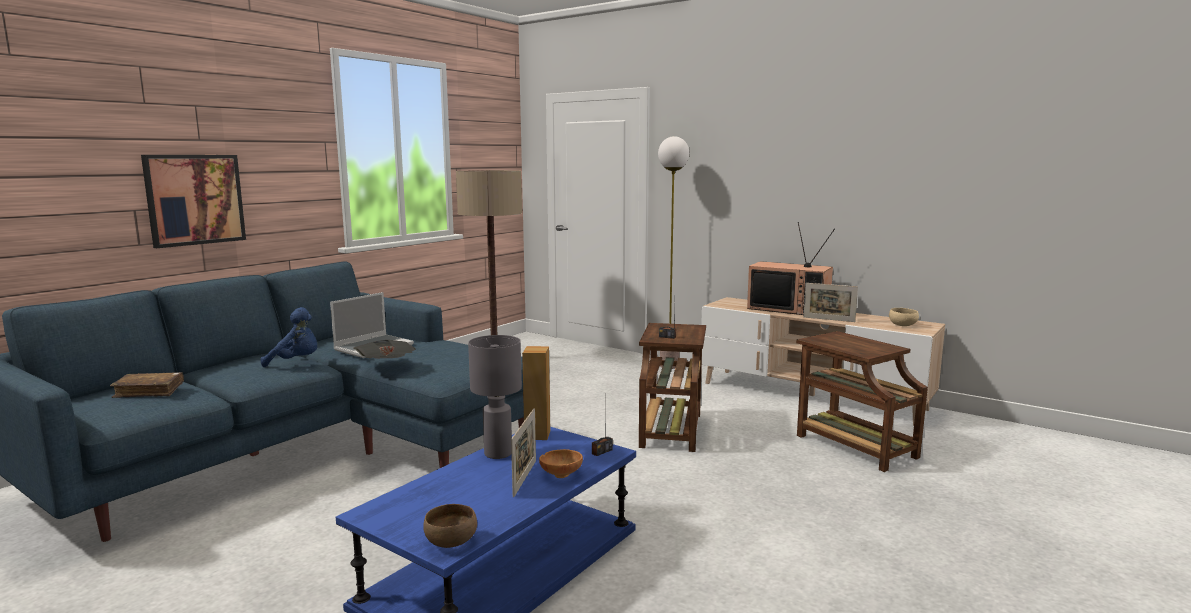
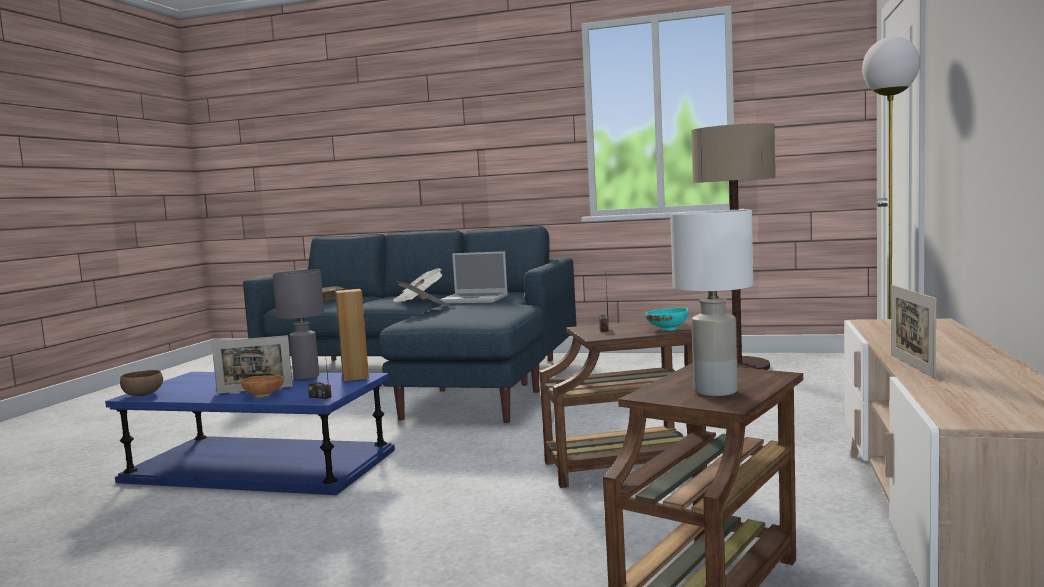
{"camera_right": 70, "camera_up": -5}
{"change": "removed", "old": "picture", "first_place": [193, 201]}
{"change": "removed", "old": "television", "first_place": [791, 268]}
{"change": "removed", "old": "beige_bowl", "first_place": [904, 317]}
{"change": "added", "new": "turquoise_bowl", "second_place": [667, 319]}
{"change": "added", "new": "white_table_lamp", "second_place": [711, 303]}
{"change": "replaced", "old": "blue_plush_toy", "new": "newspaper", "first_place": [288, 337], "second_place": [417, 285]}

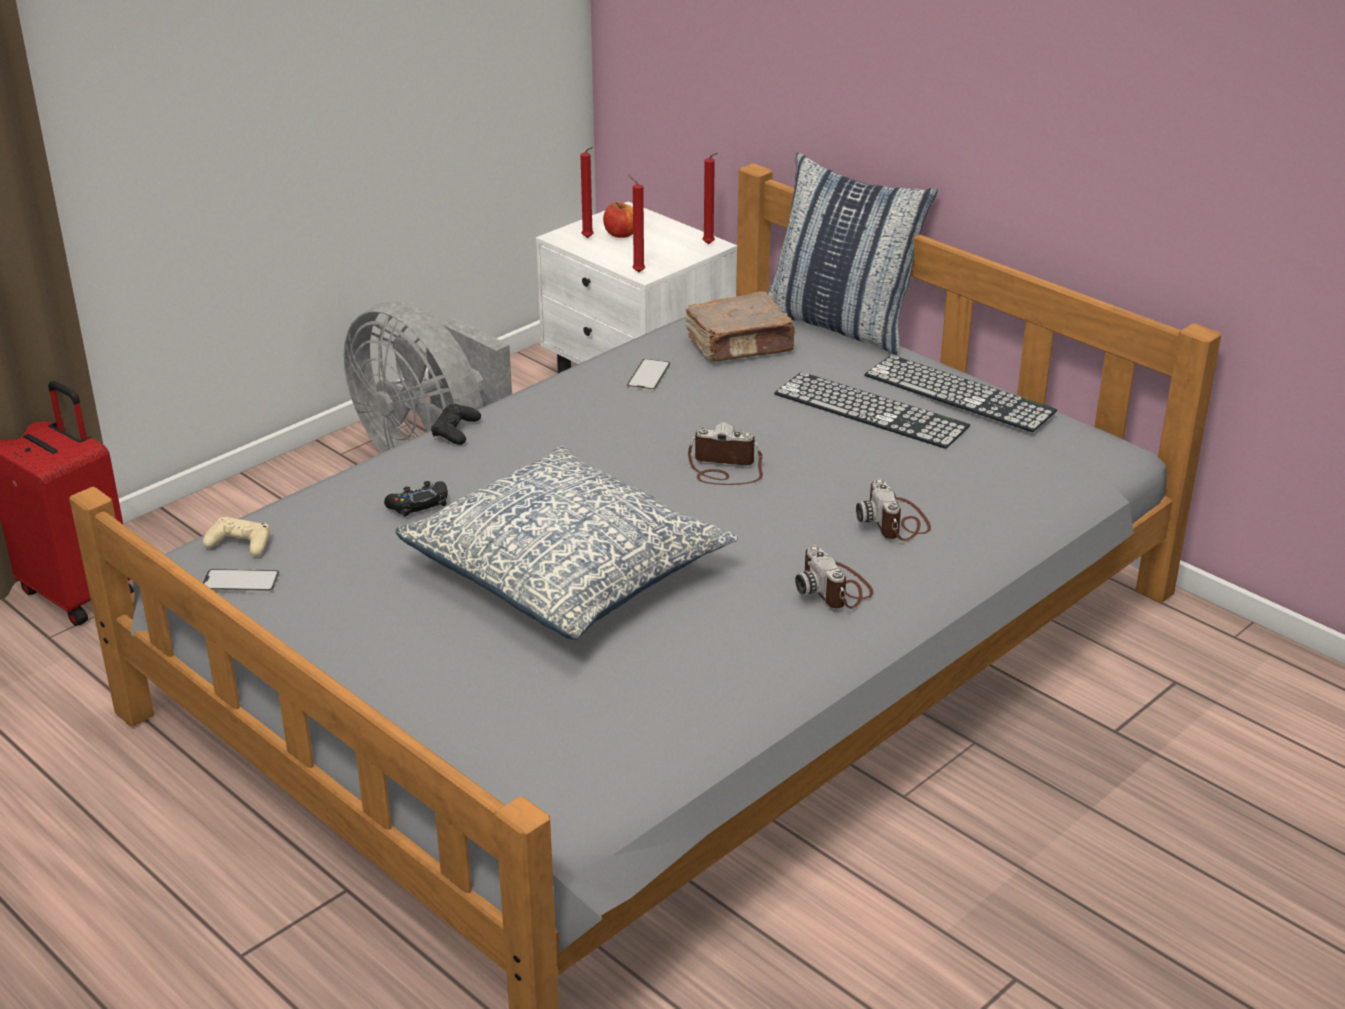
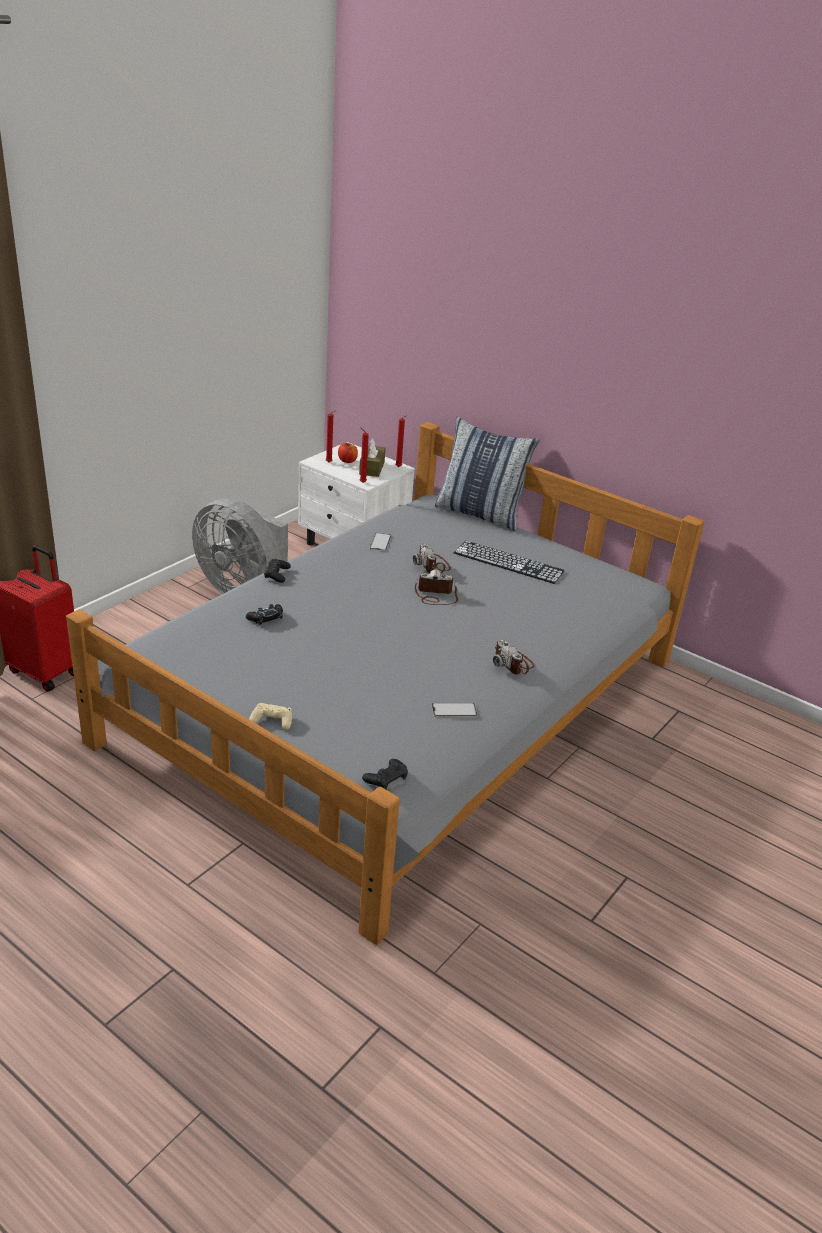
{"camera_right": -10, "camera_up": 0}
{"change": "removed", "old": "pillow", "first_place": [567, 543]}
{"change": "removed", "old": "brown_book", "first_place": [740, 326]}
{"change": "removed", "old": "keyboard", "first_place": [960, 393]}
{"change": "added", "new": "brown_tissue_box", "second_place": [372, 457]}
{"change": "added", "new": "black_game_controller", "second_place": [385, 774]}
{"change": "moved", "old": "beige_game_controller", "first_place": [236, 536], "second_place": [270, 716]}
{"change": "moved", "old": "phone", "first_place": [241, 580], "second_place": [454, 710]}
{"change": "moved", "old": "photo_camera", "first_place": [893, 510], "second_place": [432, 558]}

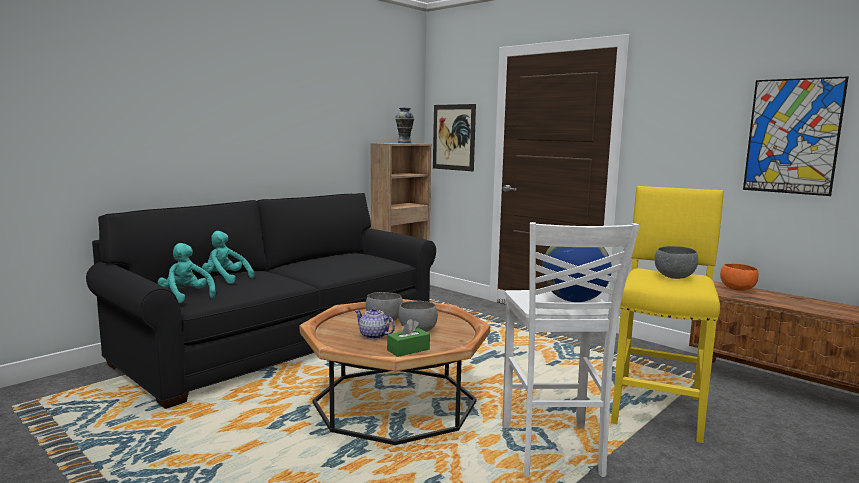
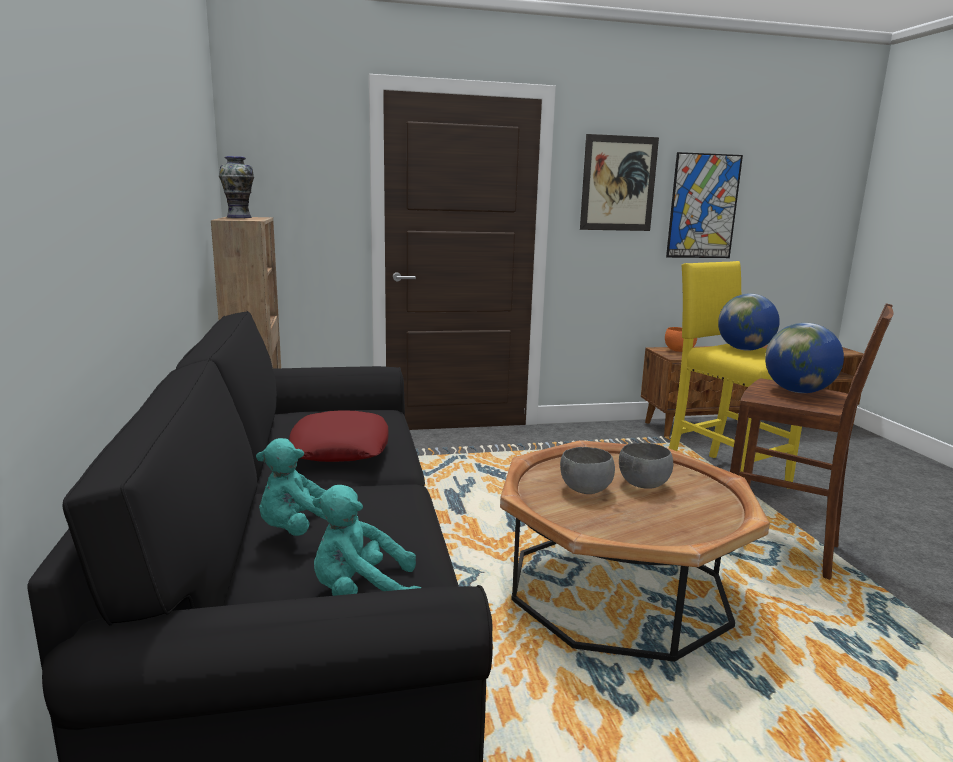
{"camera_right": -55, "camera_up": 5}
{"change": "removed", "old": "teapot", "first_place": [375, 323]}
{"change": "removed", "old": "green_tissue_box", "first_place": [408, 338]}
{"change": "added", "new": "red_pillow", "second_place": [339, 436]}
{"change": "moved", "old": "picture", "first_place": [454, 137], "second_place": [619, 182]}
{"change": "replaced", "old": "grey_bowl", "new": "globe", "first_place": [676, 262], "second_place": [749, 322]}
{"change": "recoloured", "old": "white_stool", "new": "brown_stool", "first_place": [570, 349], "second_place": [812, 442]}

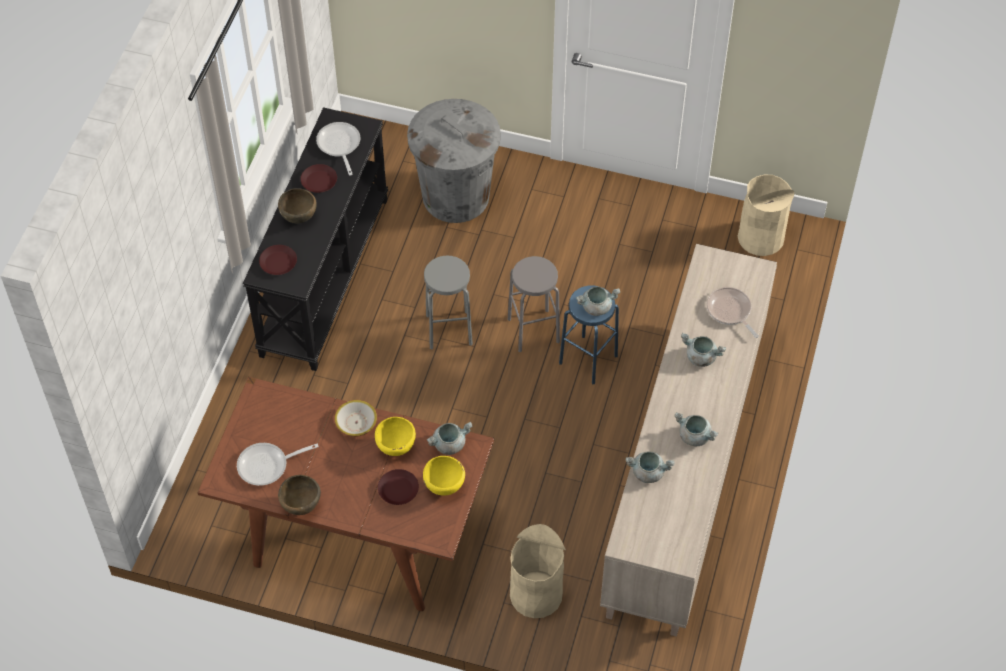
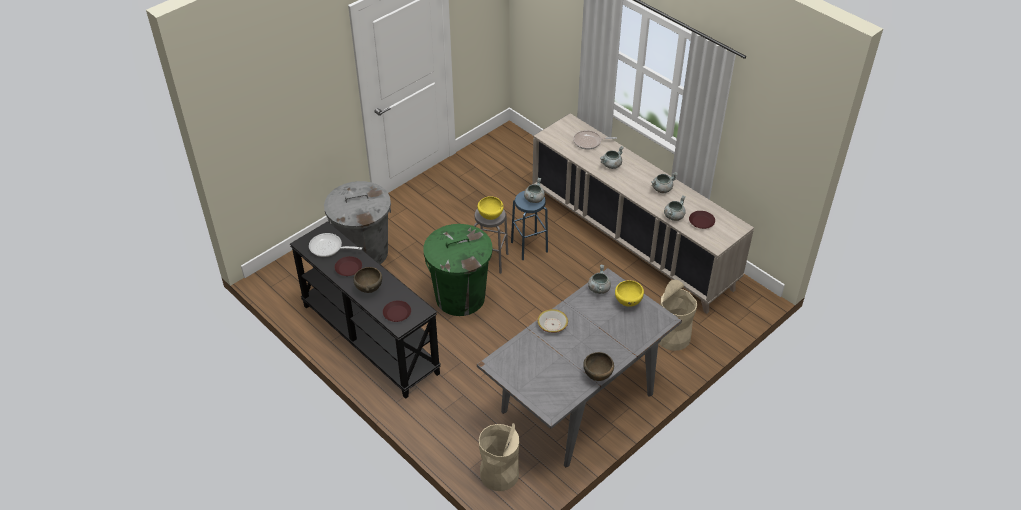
{"camera_right": -60, "camera_up": -10}
{"change": "removed", "old": "frying_pan", "first_place": [278, 464]}
{"change": "moved", "old": "yellow_bowl", "first_place": [395, 436], "second_place": [490, 208]}
{"change": "moved", "old": "brown_plate", "first_place": [398, 487], "second_place": [702, 220]}
{"change": "moved", "old": "beige_trash_can", "first_place": [766, 215], "second_place": [499, 457]}
{"change": "replaced", "old": "grey_stool", "new": "green_trash_can", "first_place": [448, 302], "second_place": [458, 270]}
{"change": "recoloured", "old": "brown_dining_table", "new": "grey_dining_table", "first_place": [345, 494], "second_place": [579, 367]}

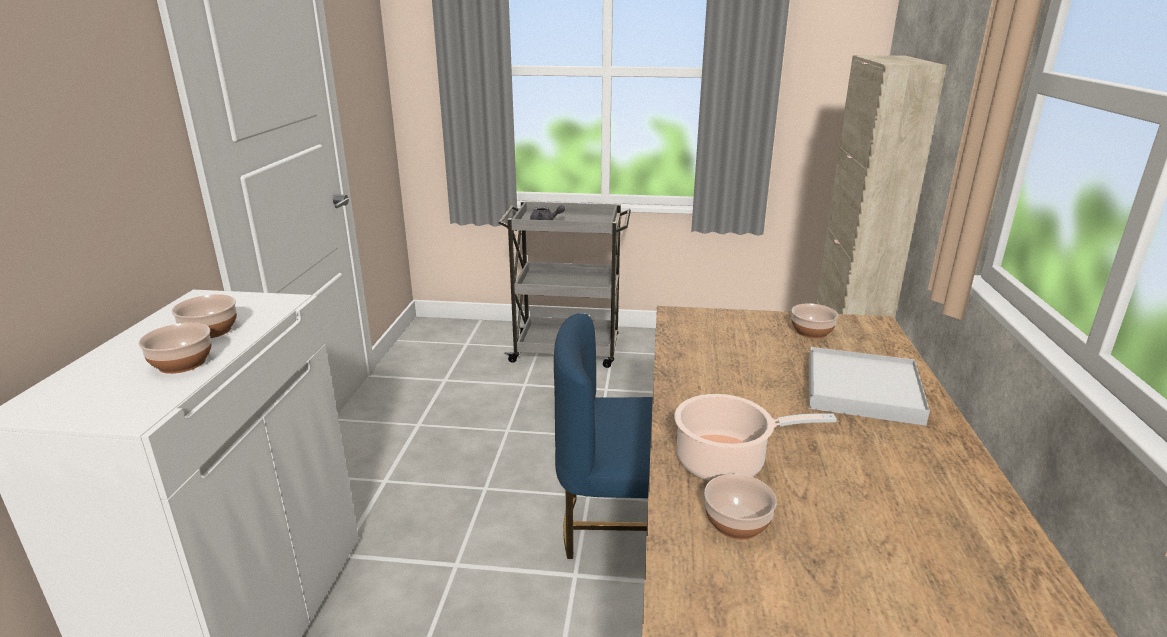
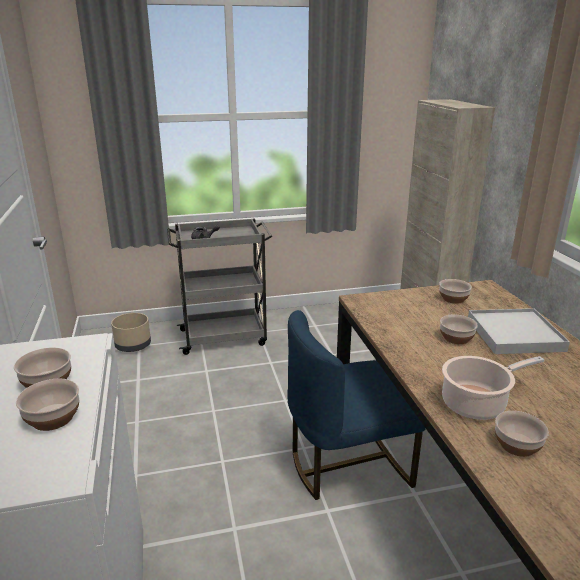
{"camera_right": -20, "camera_up": 0}
{"change": "added", "new": "beige_planter", "second_place": [131, 332]}
{"change": "added", "new": "bowl", "second_place": [459, 329]}

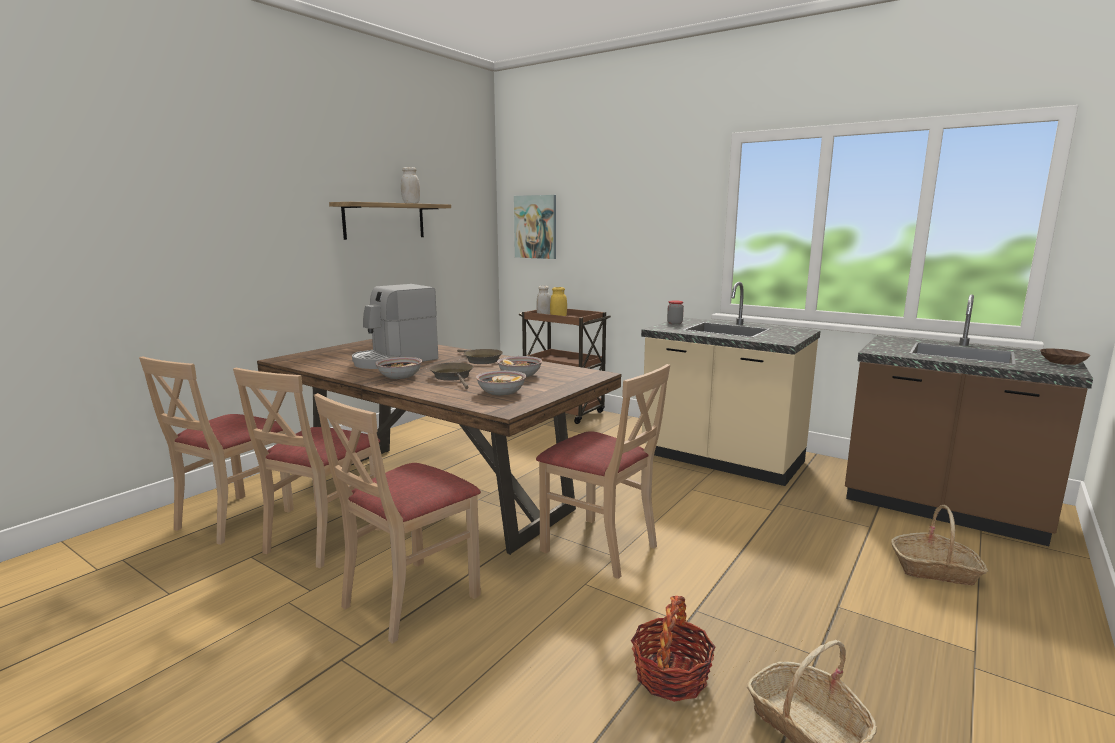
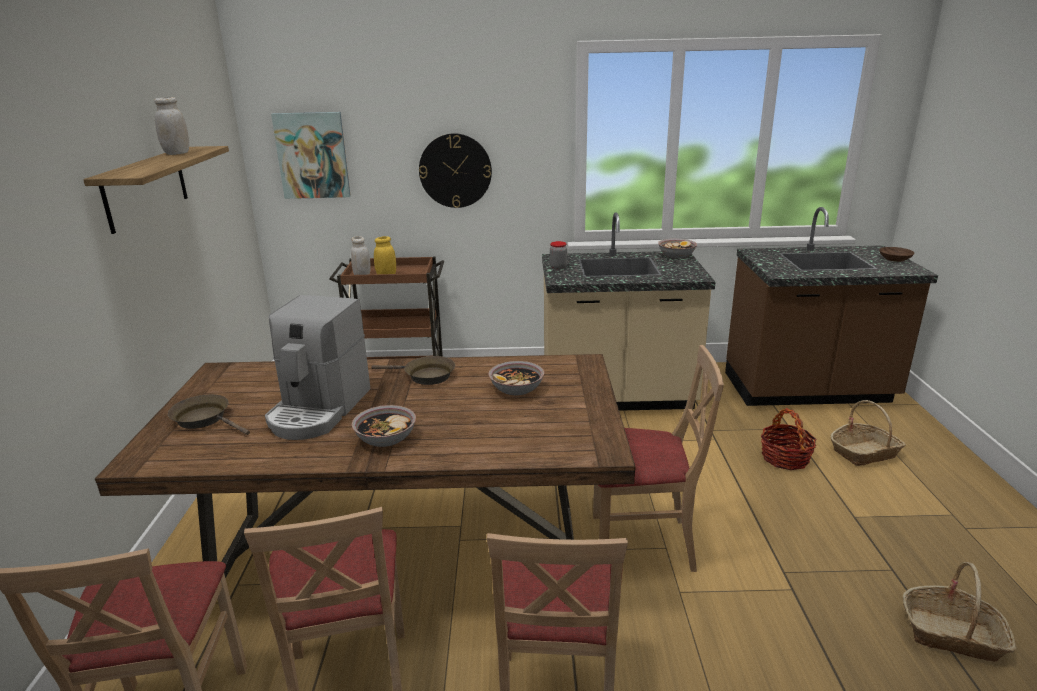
{"camera_right": -35, "camera_up": 10}
{"change": "added", "new": "wall_clock", "second_place": [455, 170]}
{"change": "moved", "old": "brown_frying_pan", "first_place": [451, 376], "second_place": [209, 414]}
{"change": "moved", "old": "bowl", "first_place": [501, 383], "second_place": [677, 248]}
{"change": "moved", "old": "basket", "first_place": [673, 649], "second_place": [788, 439]}

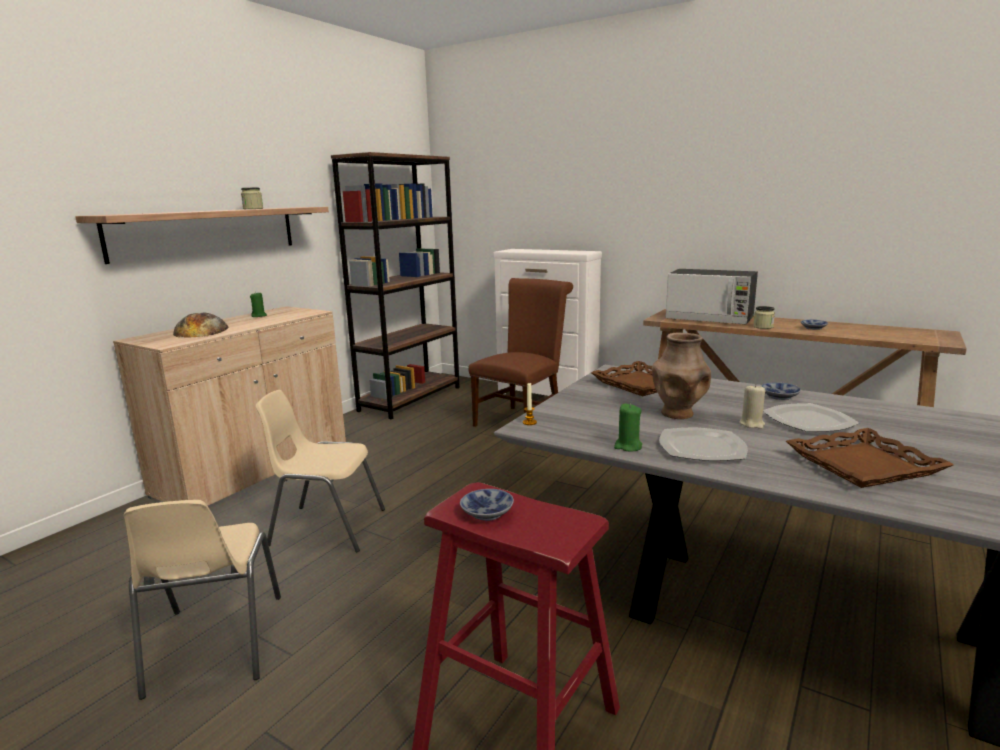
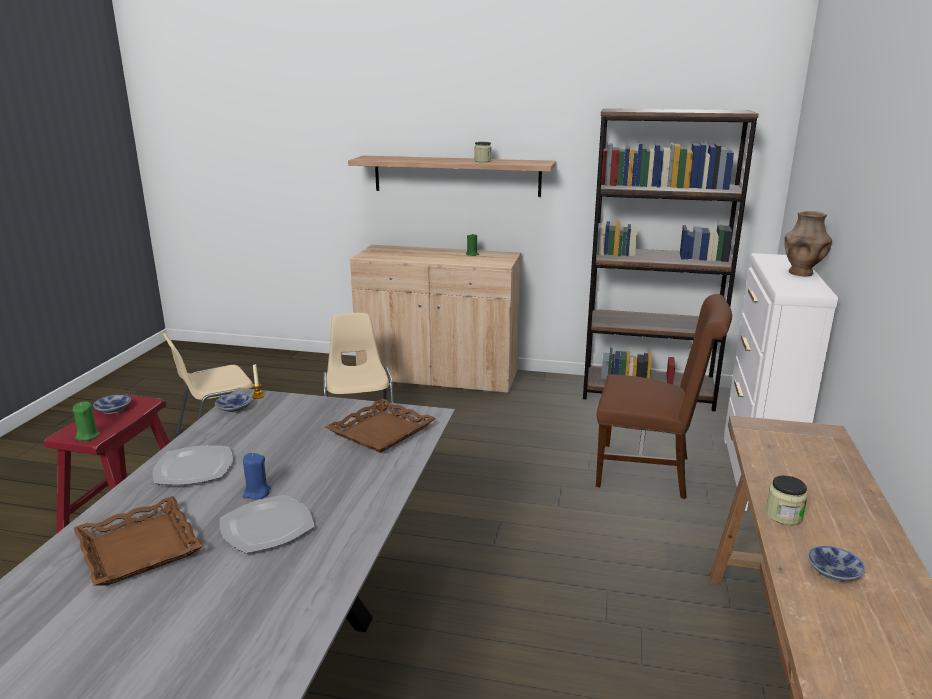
{"camera_right": 70, "camera_up": 5}
{"change": "removed", "old": "bread", "first_place": [201, 325]}
{"change": "removed", "old": "microwave", "first_place": [711, 296]}
{"change": "moved", "old": "green_candle", "first_place": [628, 428], "second_place": [86, 421]}
{"change": "moved", "old": "brown_vase", "first_place": [681, 376], "second_place": [808, 243]}
{"change": "moved", "old": "bowl", "first_place": [781, 391], "second_place": [233, 403]}
{"change": "recoloured", "old": "beige_candle", "new": "blue_candle", "first_place": [752, 406], "second_place": [257, 476]}

